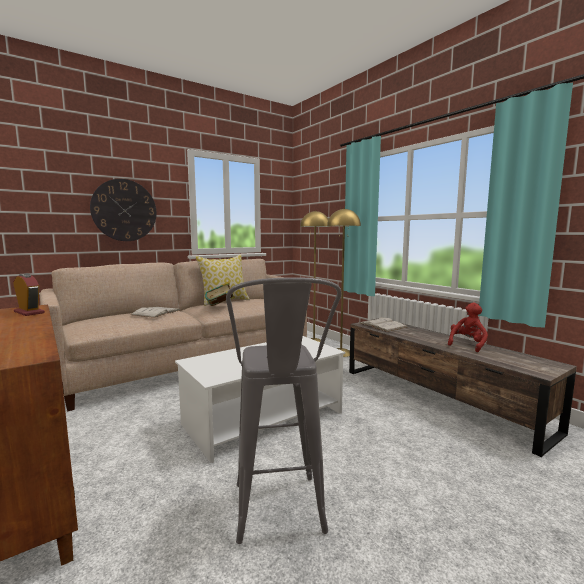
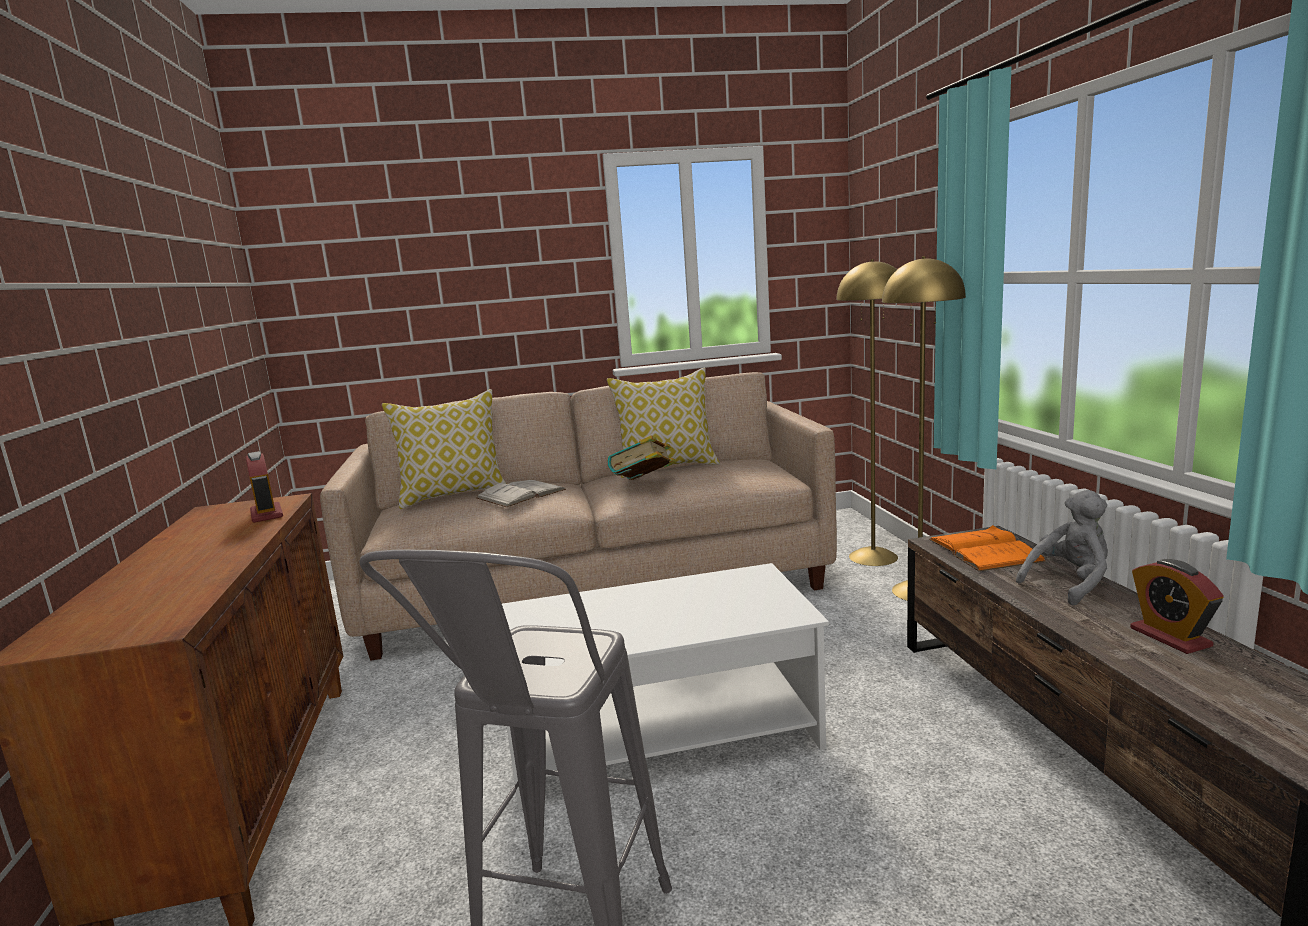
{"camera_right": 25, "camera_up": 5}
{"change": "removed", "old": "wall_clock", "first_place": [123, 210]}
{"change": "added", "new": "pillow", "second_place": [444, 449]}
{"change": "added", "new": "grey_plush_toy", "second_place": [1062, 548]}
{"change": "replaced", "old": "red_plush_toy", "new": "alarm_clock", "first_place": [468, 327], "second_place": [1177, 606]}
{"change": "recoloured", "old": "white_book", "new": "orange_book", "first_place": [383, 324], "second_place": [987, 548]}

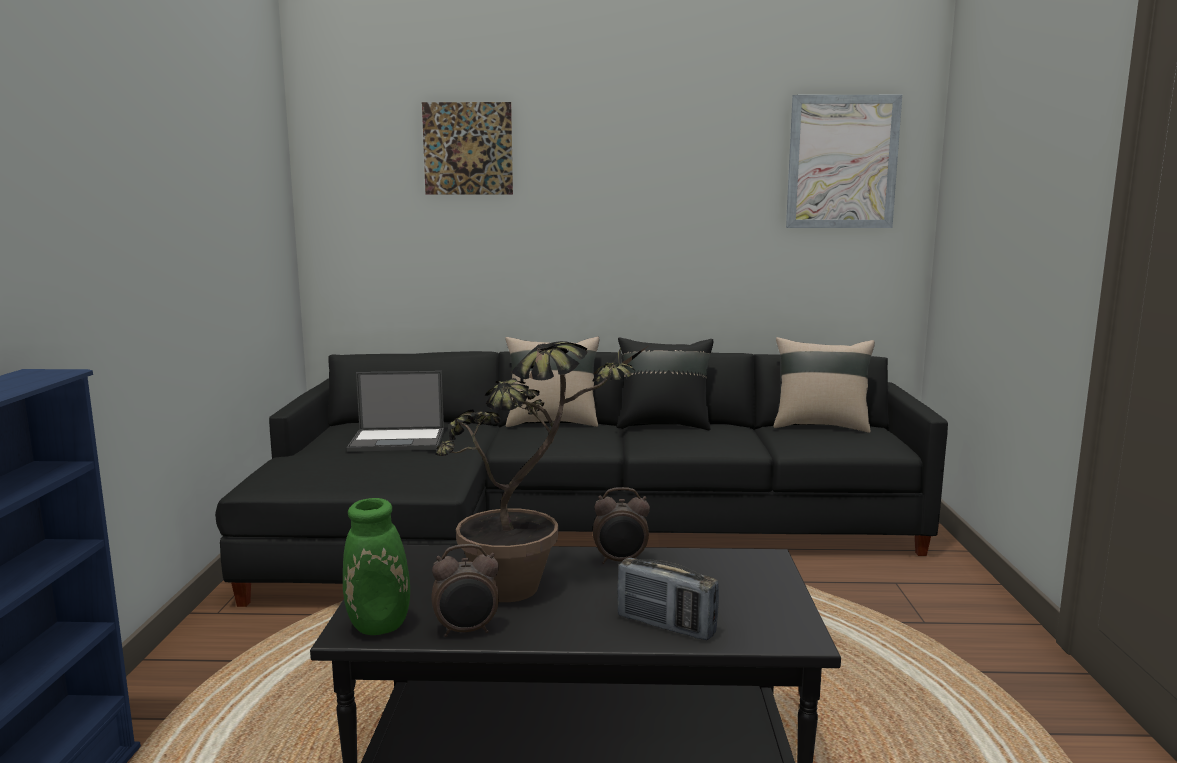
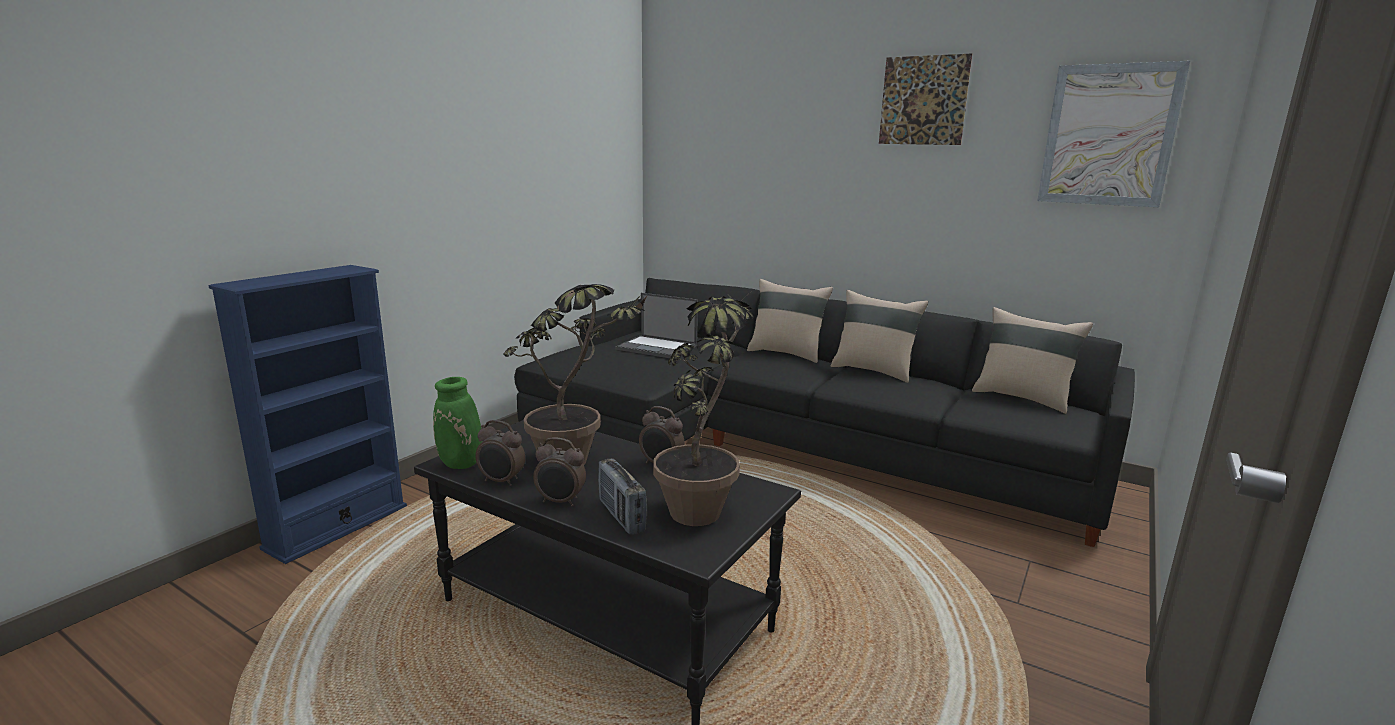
{"camera_right": 30, "camera_up": 5}
{"change": "added", "new": "alarm_clock", "second_place": [559, 471]}
{"change": "added", "new": "potted_plant", "second_place": [704, 407]}
{"change": "moved", "old": "picture", "first_place": [467, 148], "second_place": [925, 99]}
{"change": "recoloured", "old": "black_pillow", "new": "beige_pillow", "first_place": [665, 383], "second_place": [879, 336]}

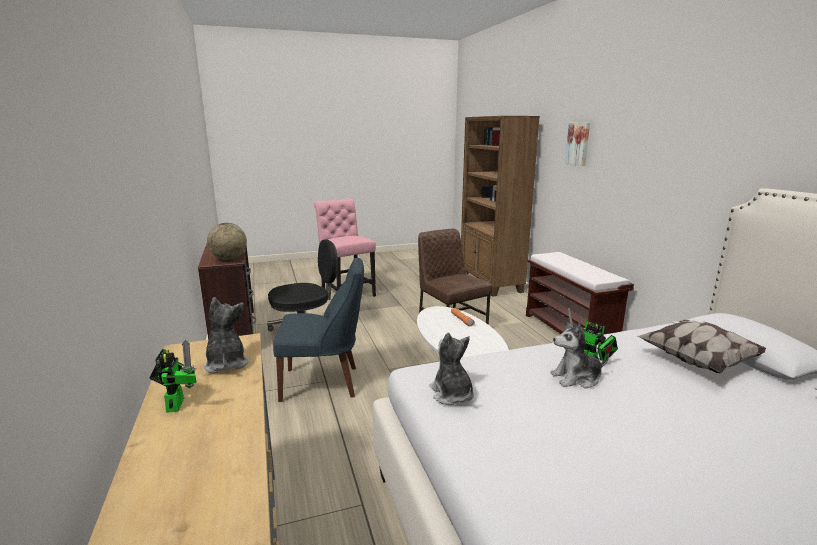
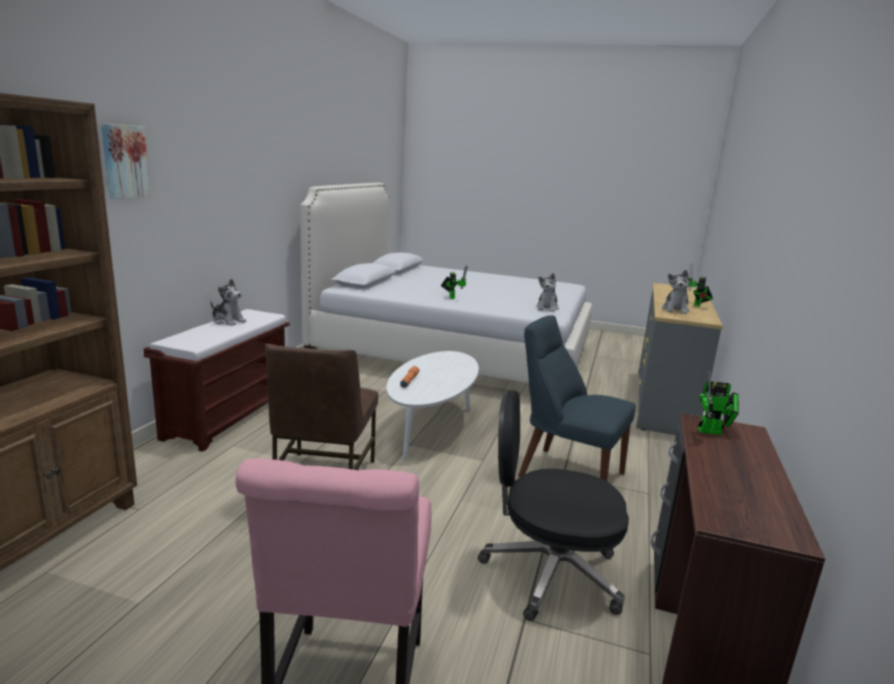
{"camera_right": -145, "camera_up": 0}
{"change": "removed", "old": "pillow", "first_place": [701, 346]}
{"change": "moved", "old": "plush_toy", "first_place": [579, 355], "second_place": [229, 302]}
{"change": "replaced", "old": "globe", "new": "toy_robot", "first_place": [227, 241], "second_place": [718, 402]}

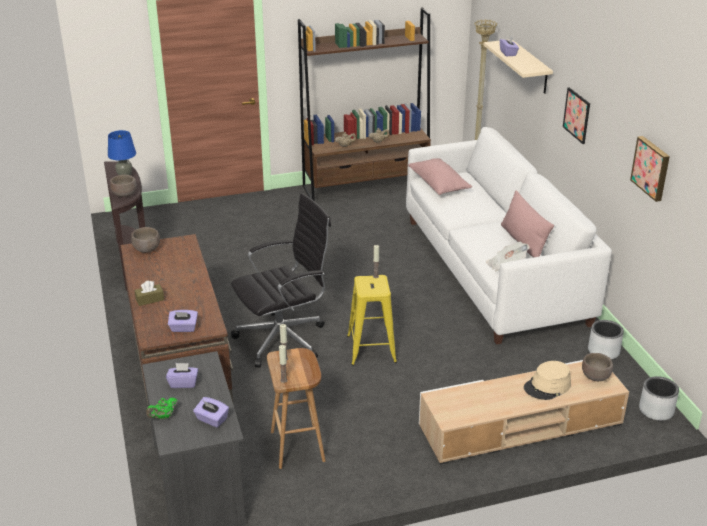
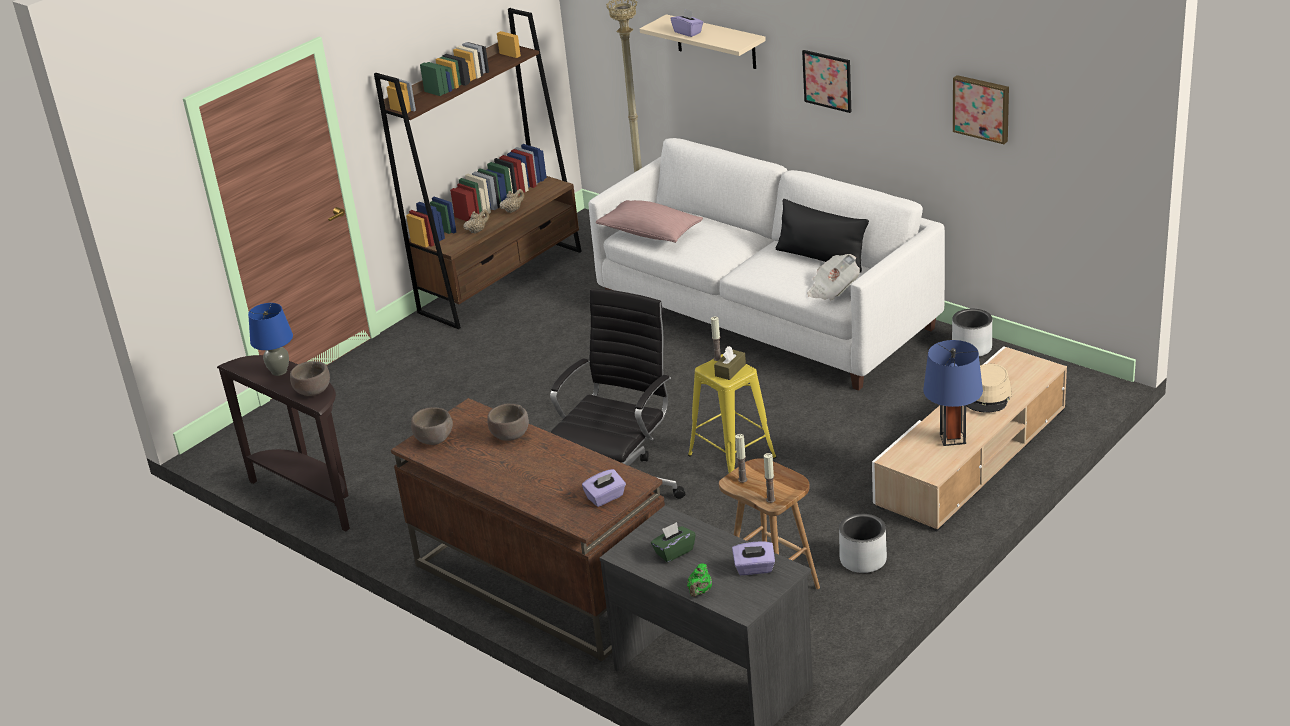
{"camera_right": -30, "camera_up": 0}
{"change": "added", "new": "blue_table_lamp", "second_place": [953, 393]}
{"change": "moved", "old": "brown_tissue_box", "first_place": [149, 293], "second_place": [730, 363]}
{"change": "moved", "old": "brown_bowl", "first_place": [597, 367], "second_place": [508, 422]}
{"change": "moved", "old": "grey_planter", "first_place": [659, 398], "second_place": [863, 543]}
{"change": "recoloured", "old": "purple_tissue_box", "new": "green_tissue_box", "first_place": [182, 375], "second_place": [673, 542]}
{"change": "recoloured", "old": "pink_pillow", "new": "black_pillow", "first_place": [527, 224], "second_place": [822, 235]}

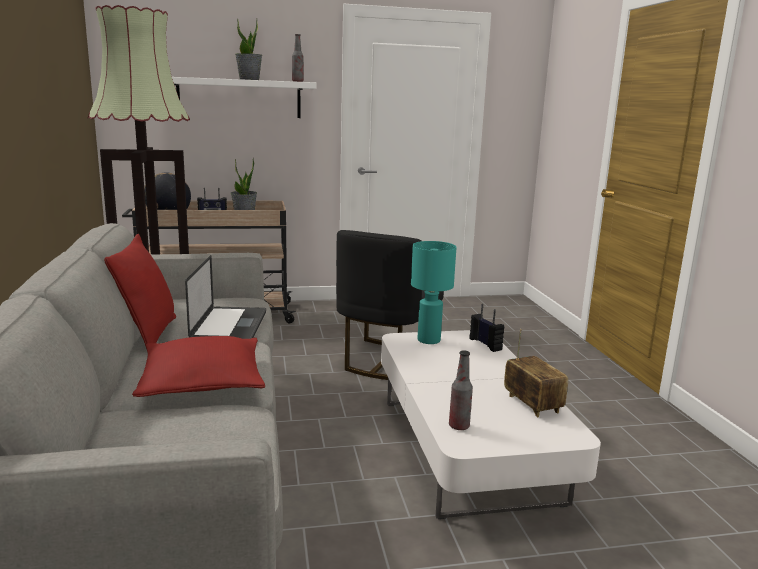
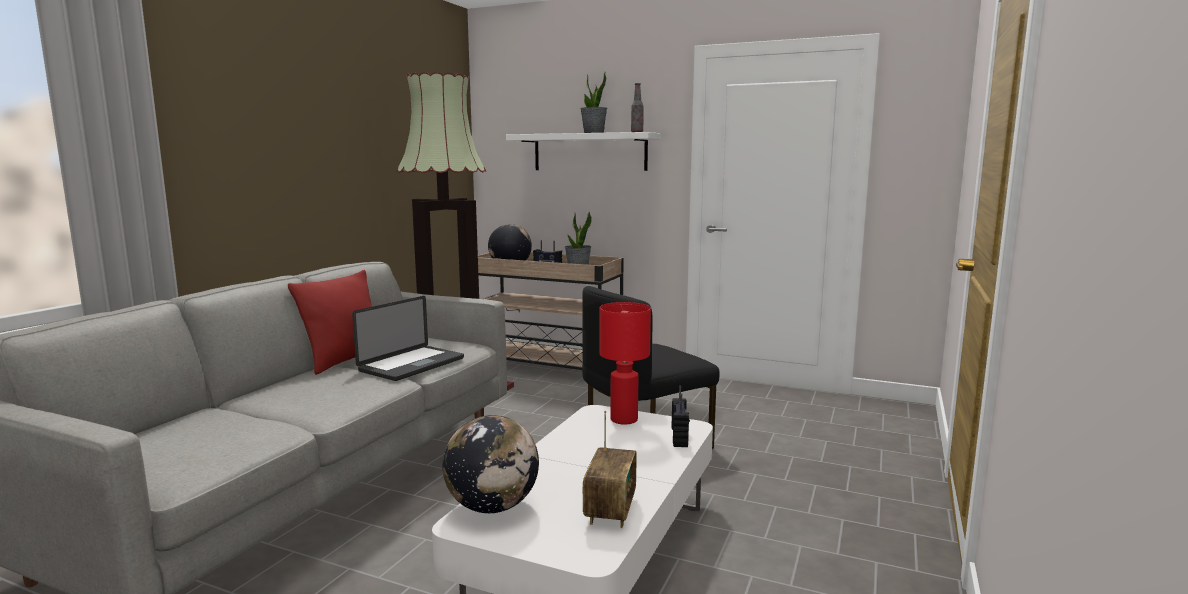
{"camera_right": 35, "camera_up": -5}
{"change": "removed", "old": "red_pillow", "first_place": [198, 366]}
{"change": "replaced", "old": "bottle", "new": "globe", "first_place": [461, 390], "second_place": [490, 464]}
{"change": "recoloured", "old": "turquoise_table_lamp", "new": "red_table_lamp", "first_place": [434, 292], "second_place": [625, 363]}

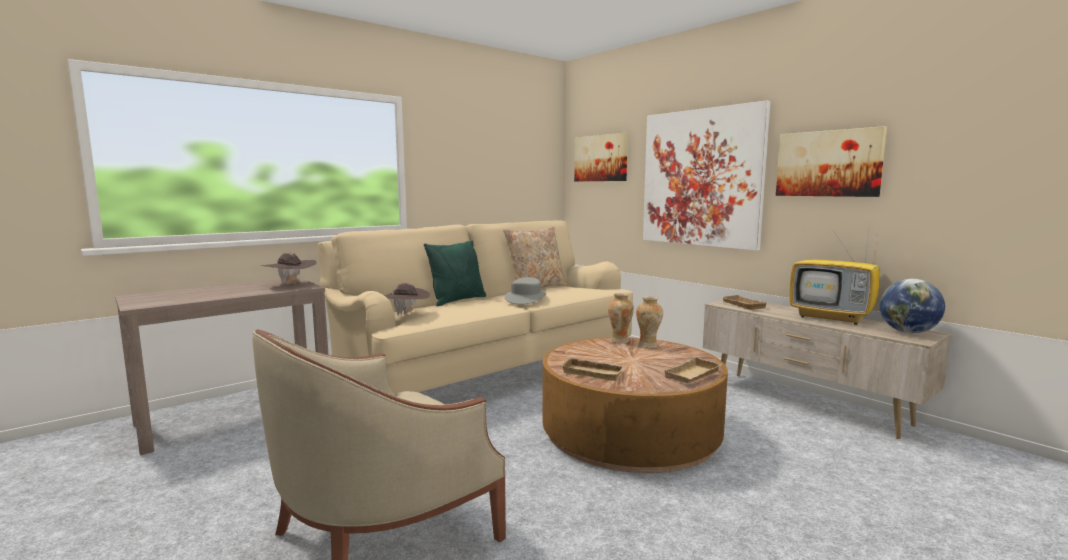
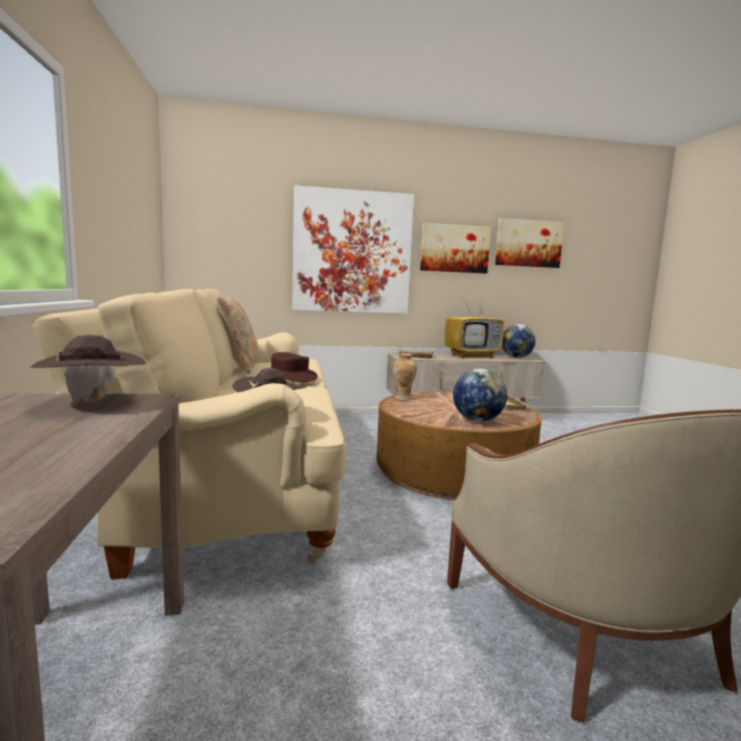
{"camera_right": -60, "camera_up": 0}
{"change": "removed", "old": "green_pillow", "first_place": [455, 273]}
{"change": "removed", "old": "vase", "first_place": [649, 322]}
{"change": "moved", "old": "picture", "first_place": [601, 157], "second_place": [529, 243]}
{"change": "replaced", "old": "beige_tray", "new": "globe", "first_place": [592, 369], "second_place": [480, 395]}
{"change": "recoloured", "old": "grey_hat", "new": "brown_hat", "first_place": [525, 290], "second_place": [294, 367]}

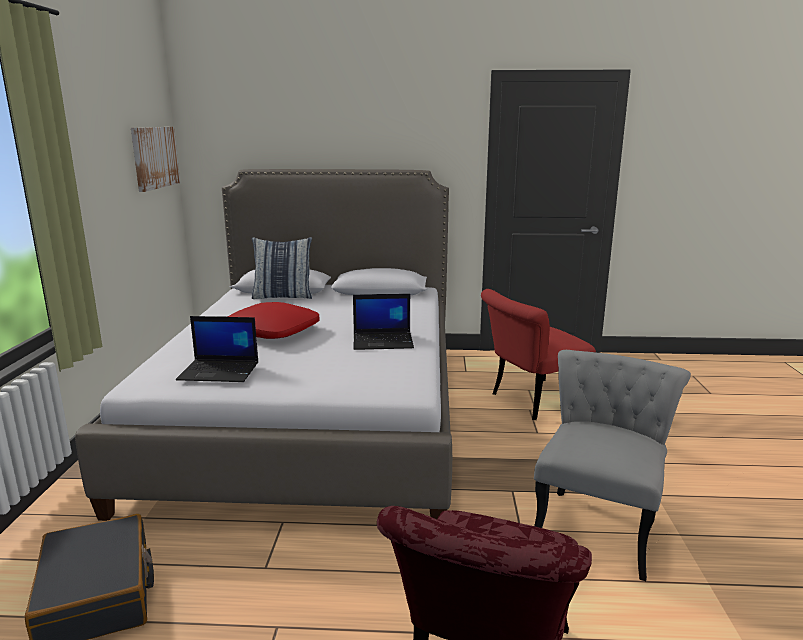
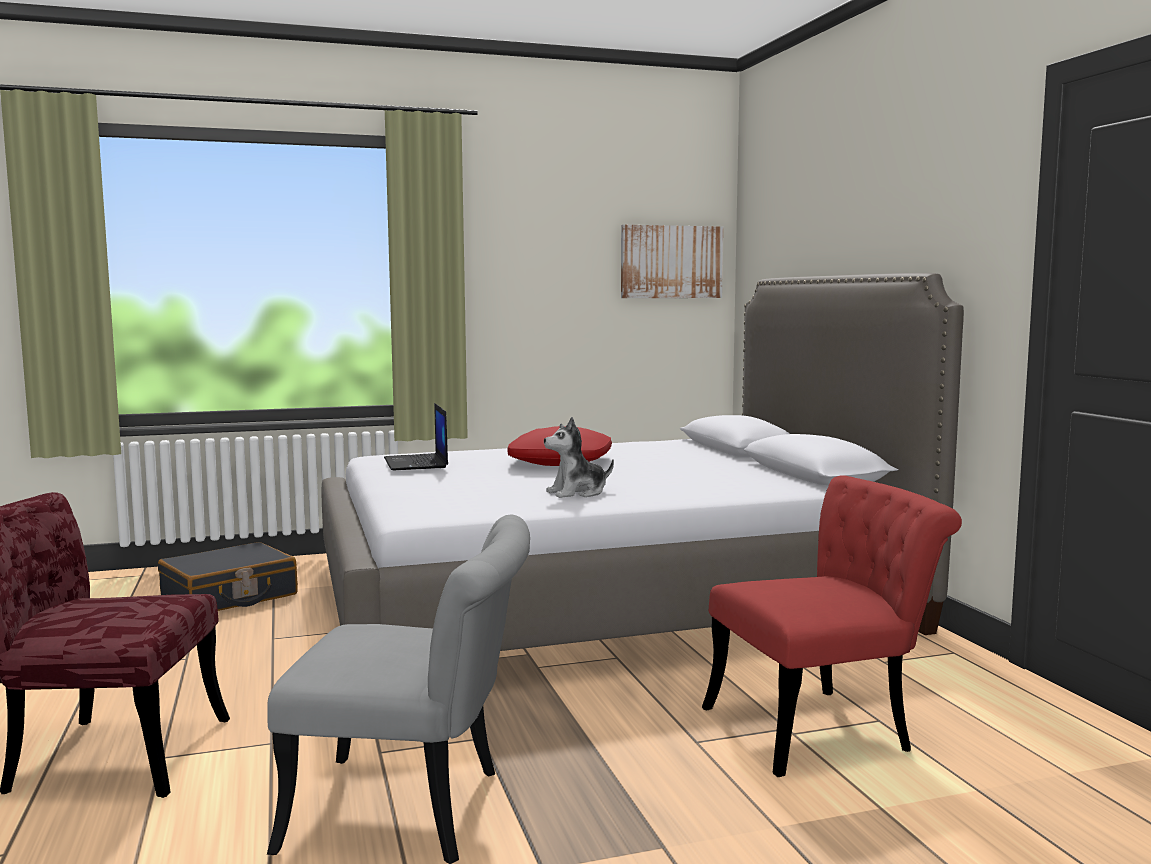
{"camera_right": 70, "camera_up": -10}
{"change": "removed", "old": "pillow", "first_place": [282, 268]}
{"change": "replaced", "old": "laptop", "new": "plush_toy", "first_place": [383, 322], "second_place": [579, 457]}
{"change": "turned", "old": "red_chair", "first_place": [538, 354], "second_place": [832, 626], "degrees": 120}

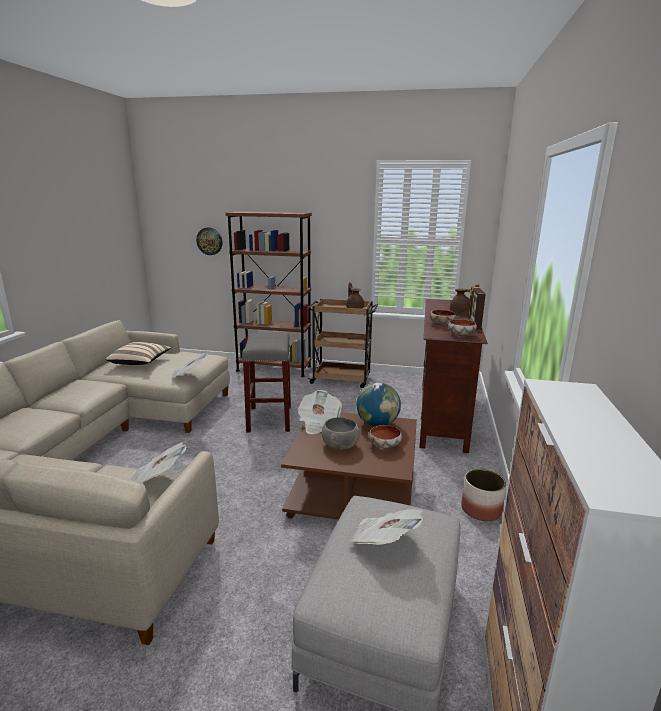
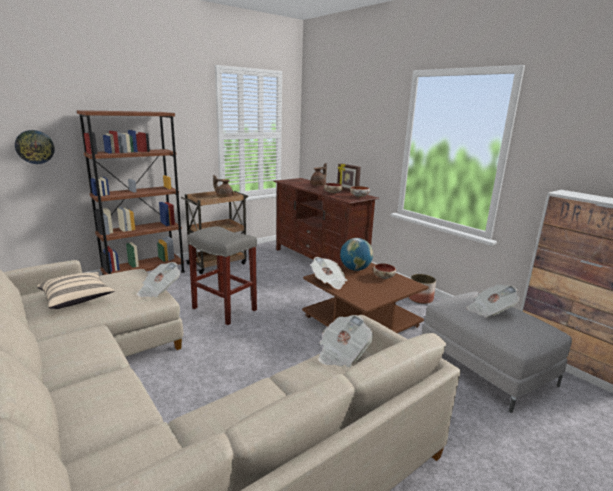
{"camera_right": -50, "camera_up": 0}
{"change": "removed", "old": "grey_bowl", "first_place": [341, 433]}

